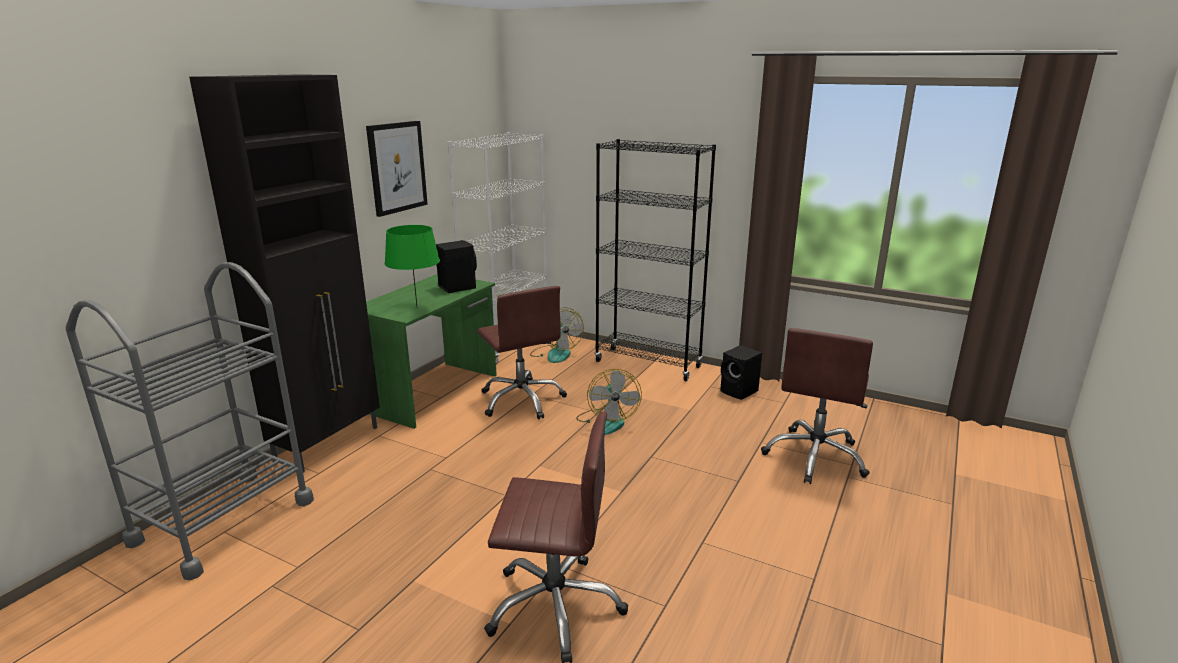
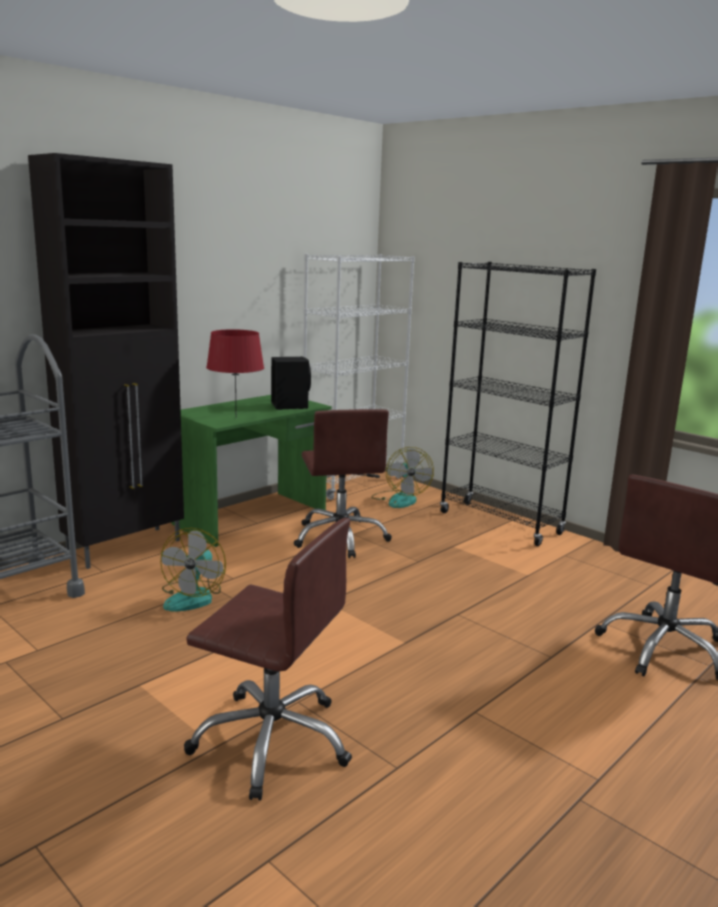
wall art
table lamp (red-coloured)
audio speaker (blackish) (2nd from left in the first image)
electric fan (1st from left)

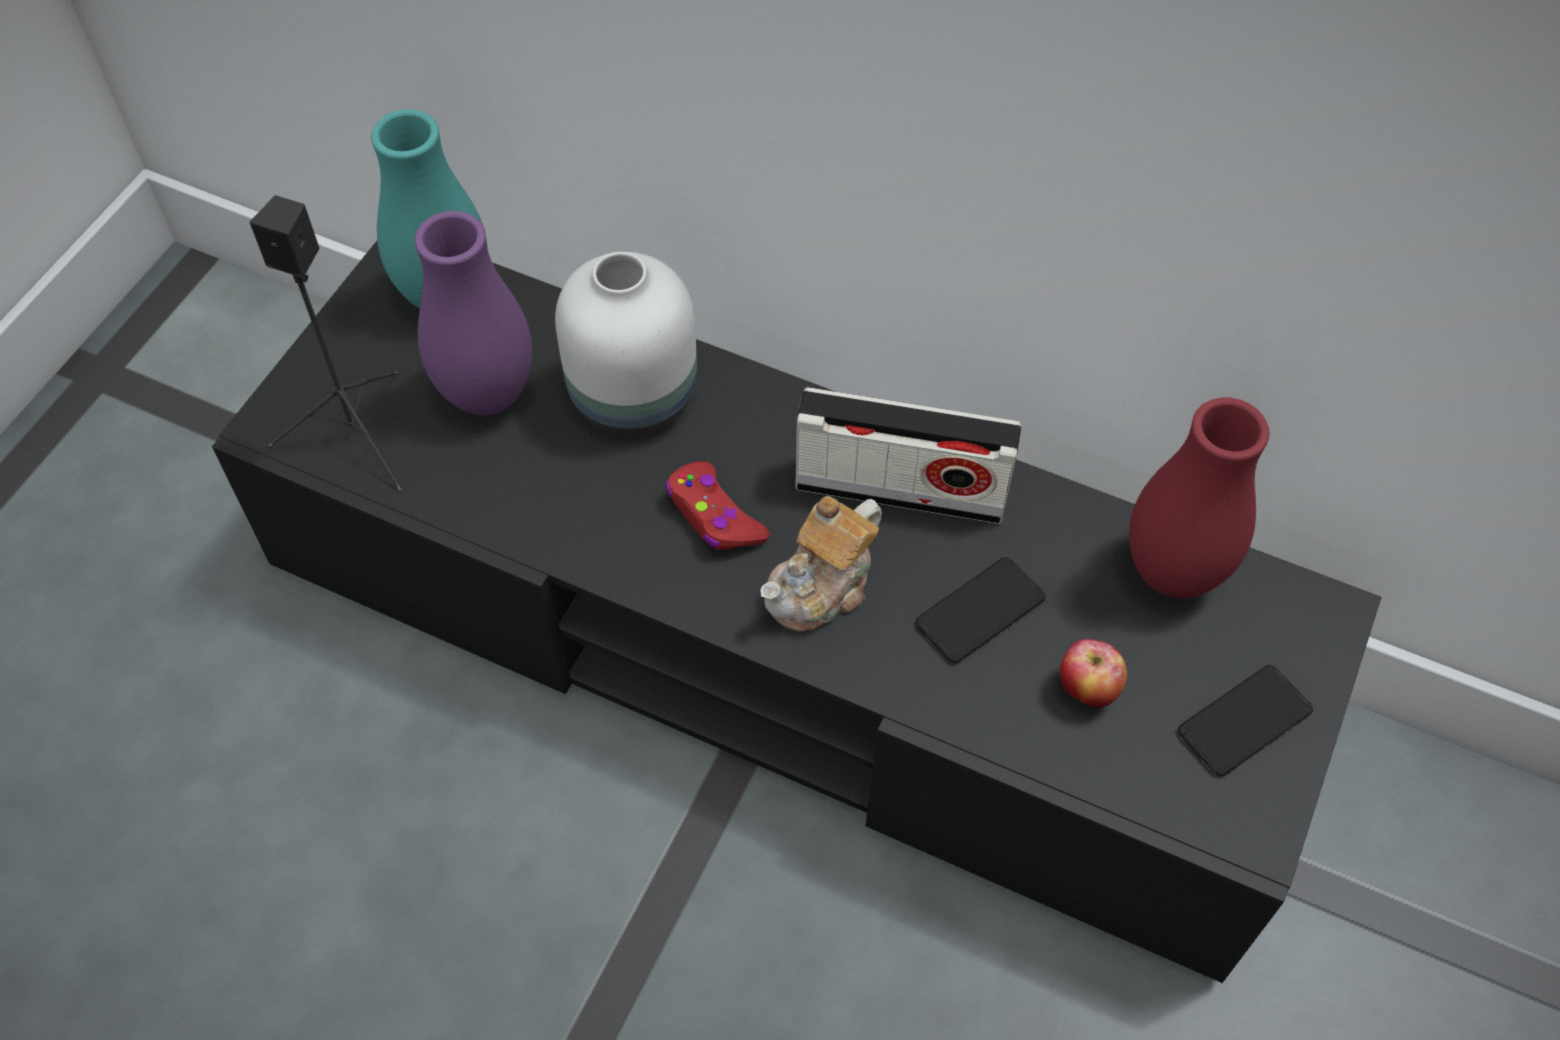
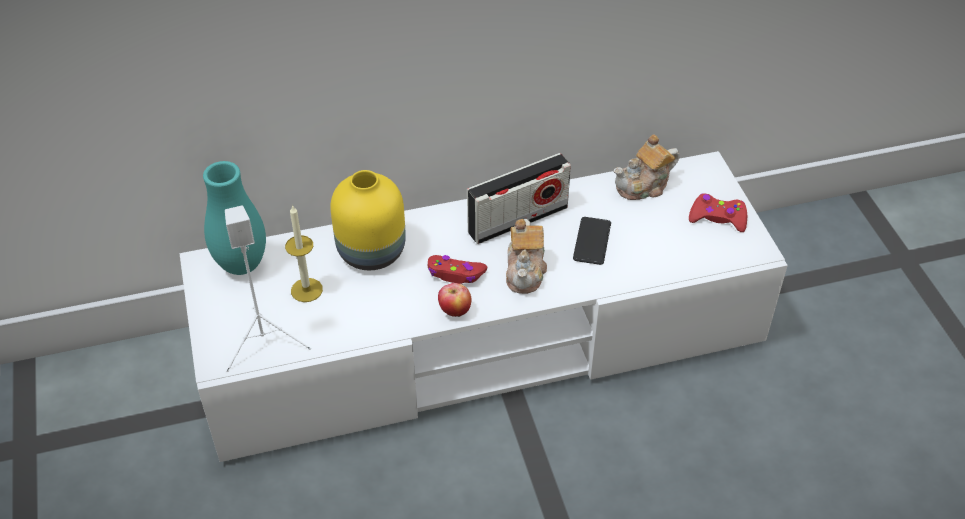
audio speaker (white-coloured)
wax light
media console (white-coloured)
vase (yellow)
teapot (2nd from left)
apple
joypad (red-coloured) (2nd from left)

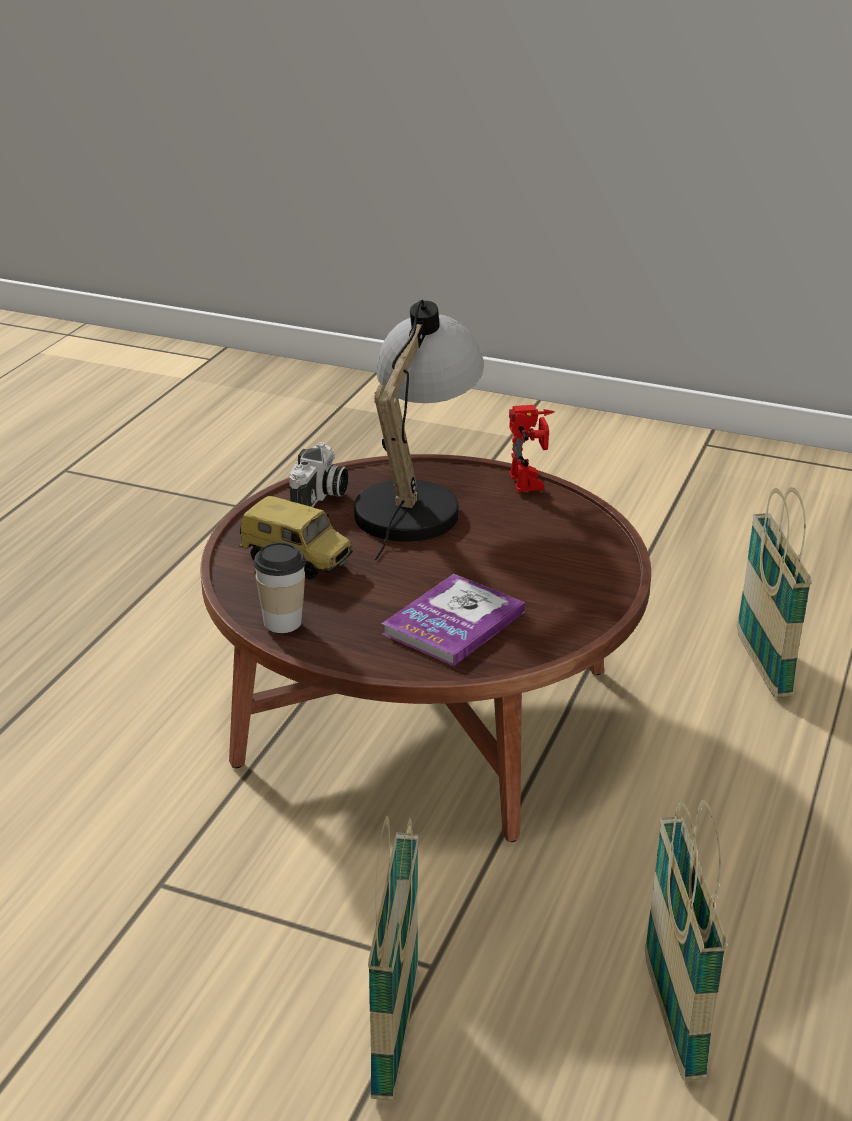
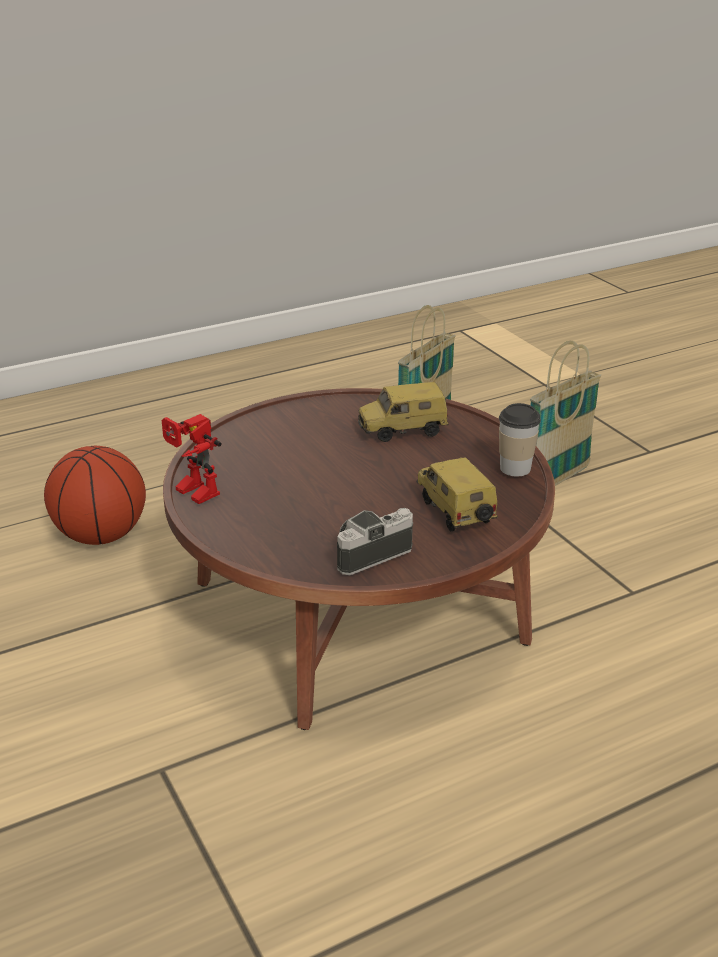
table lamp
robot figure
basketball ball
toy car (1st from left)

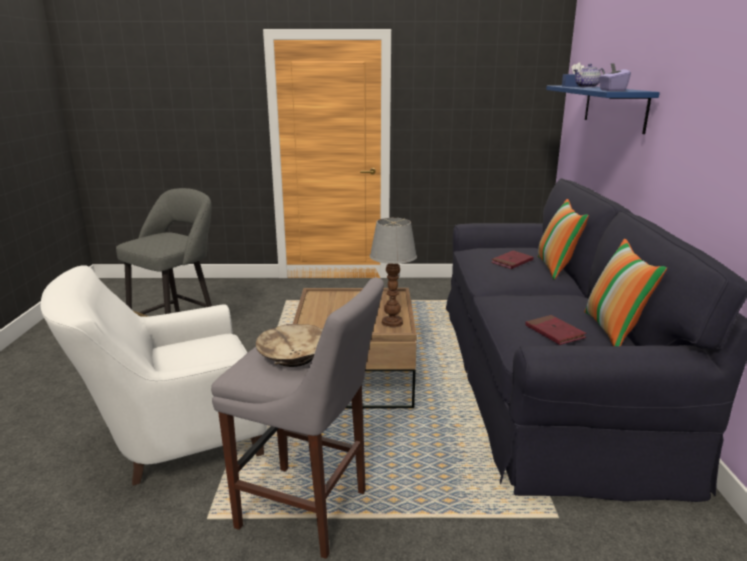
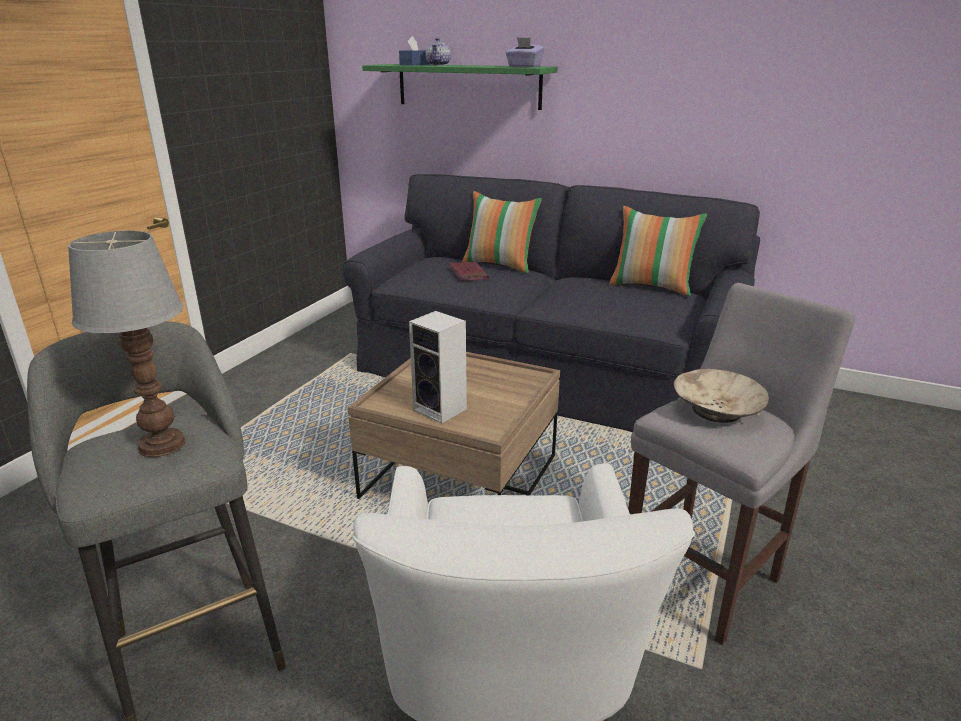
bracket shelf (greenish)
table lamp
bound book (red-coloured) (2nd from left in the first image)
audio speaker

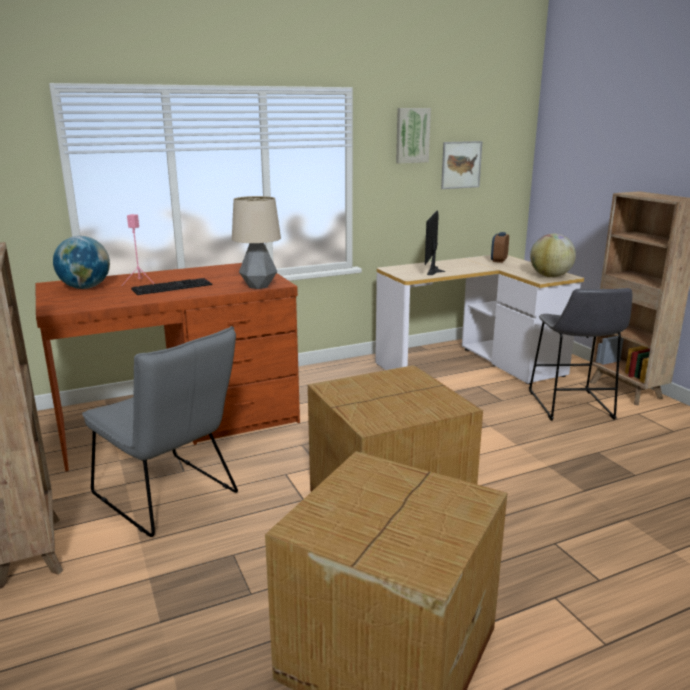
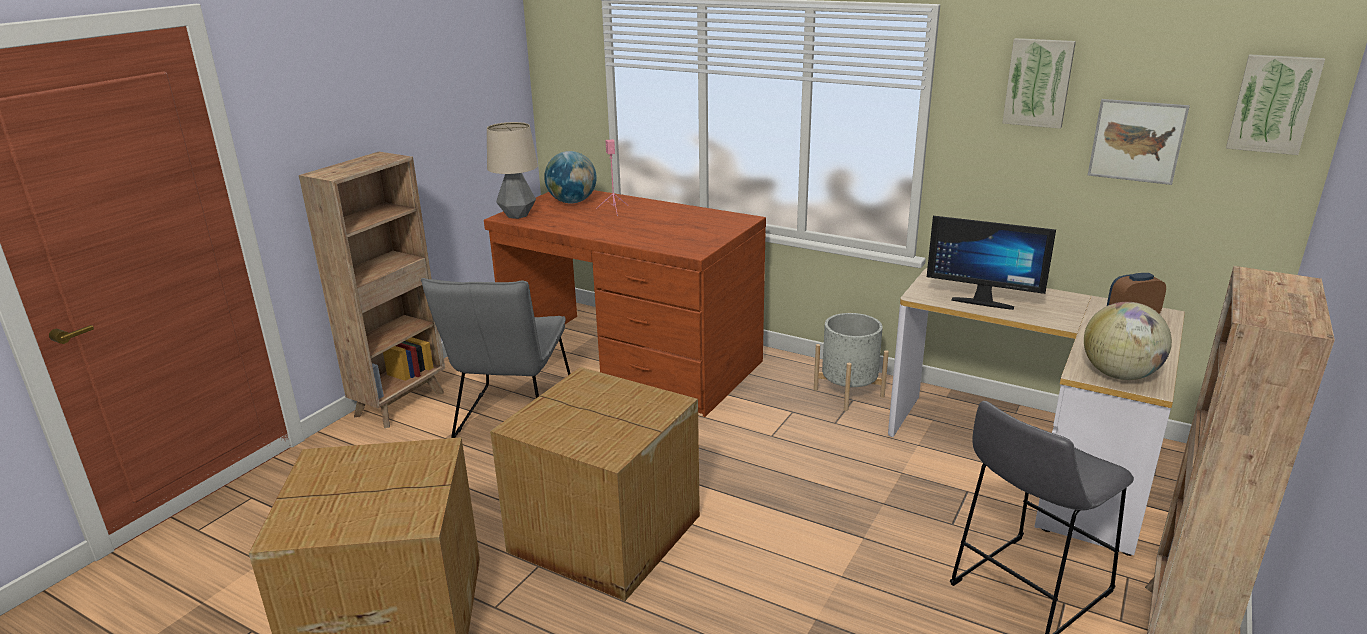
table lamp
computer screen
PC keyboard
wall art (3rd from left)
flower pot (gray)

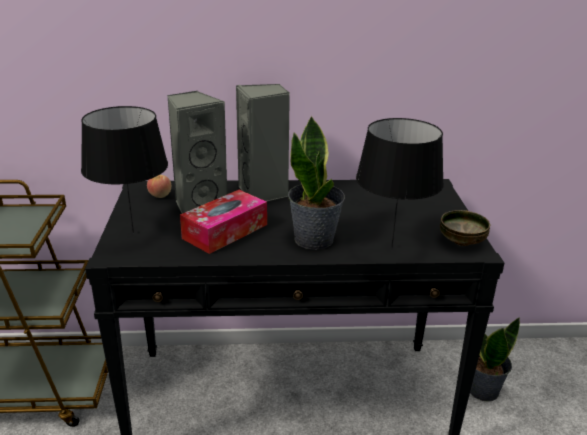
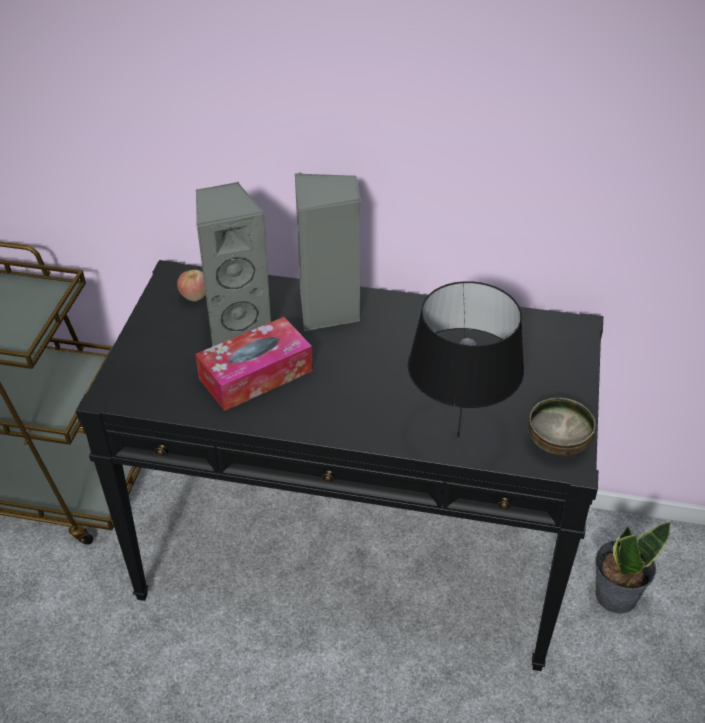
table lamp (blackish) (1st from left in the first image)
plant in a pot (1st from left in the first image)

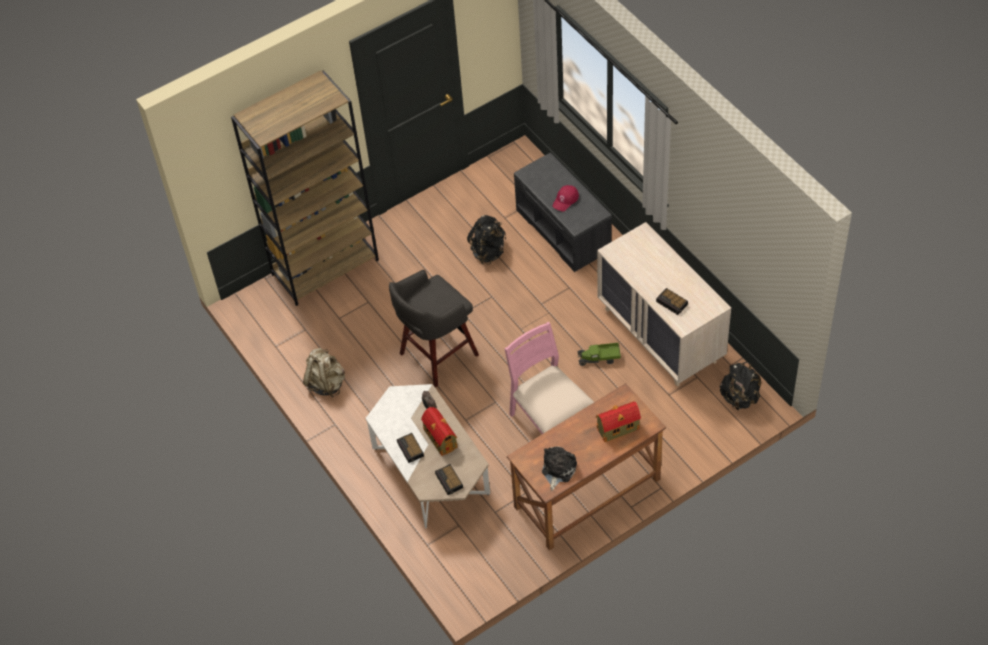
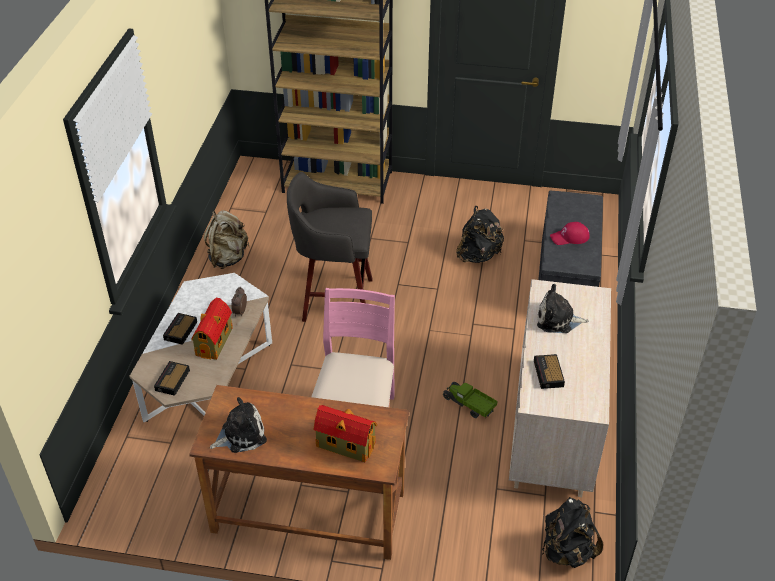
plush toy (2nd from left)

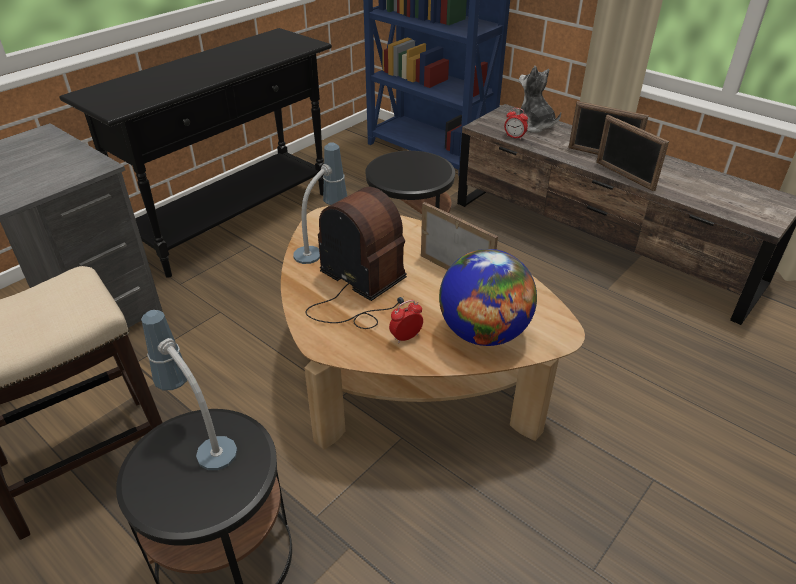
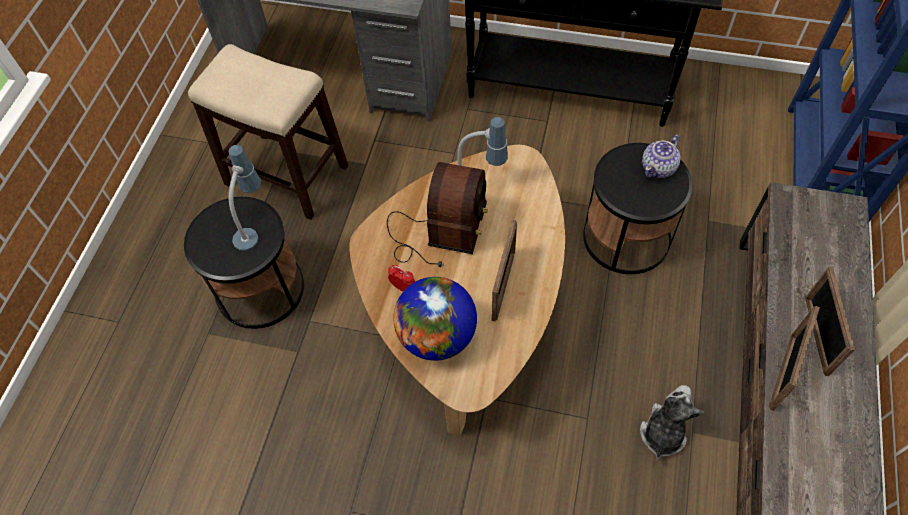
plush toy
bedside clock (2nd from left in the first image)
teapot

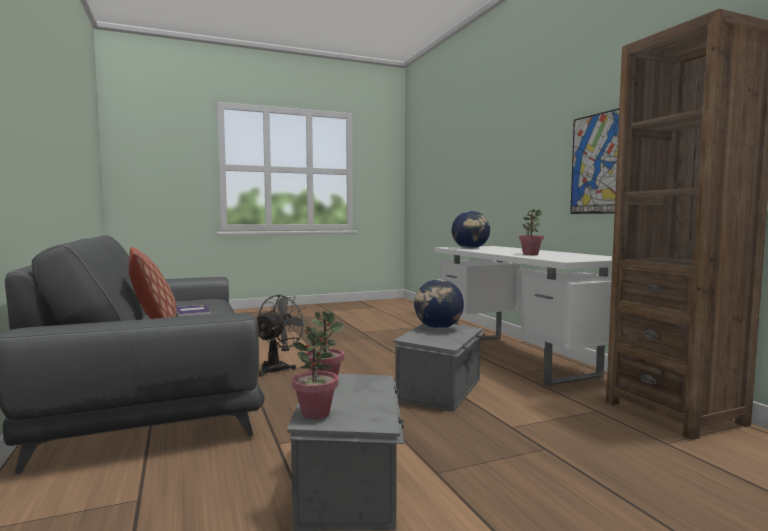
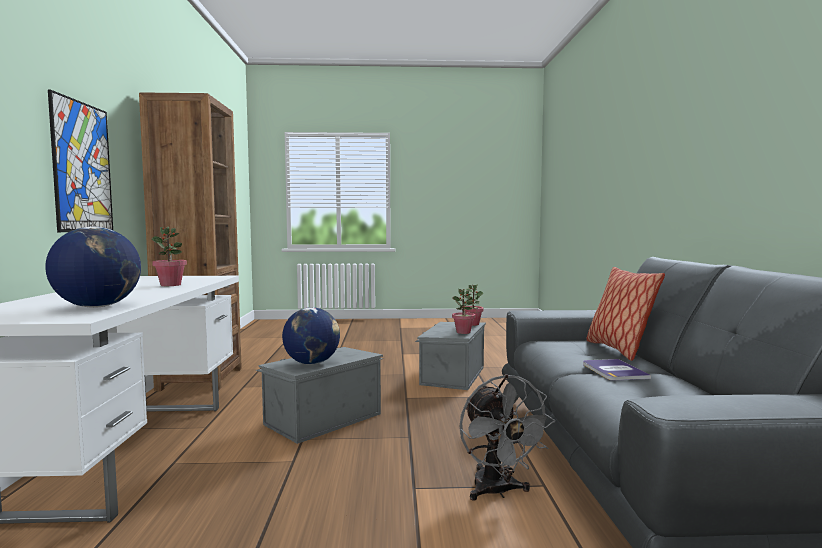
electric fan (gray)

